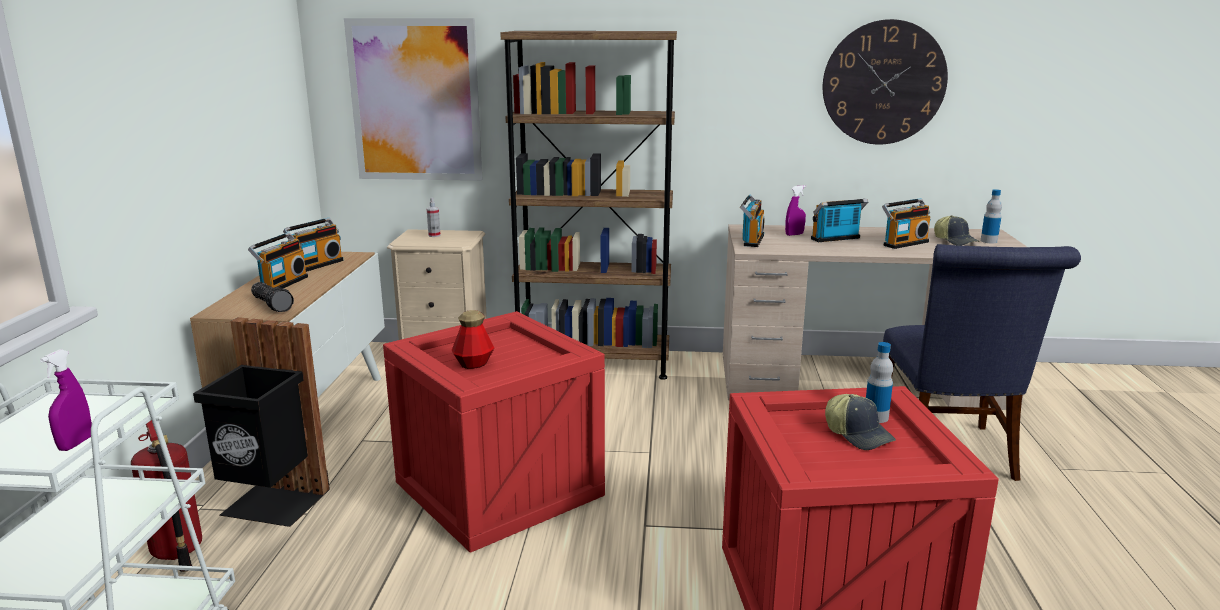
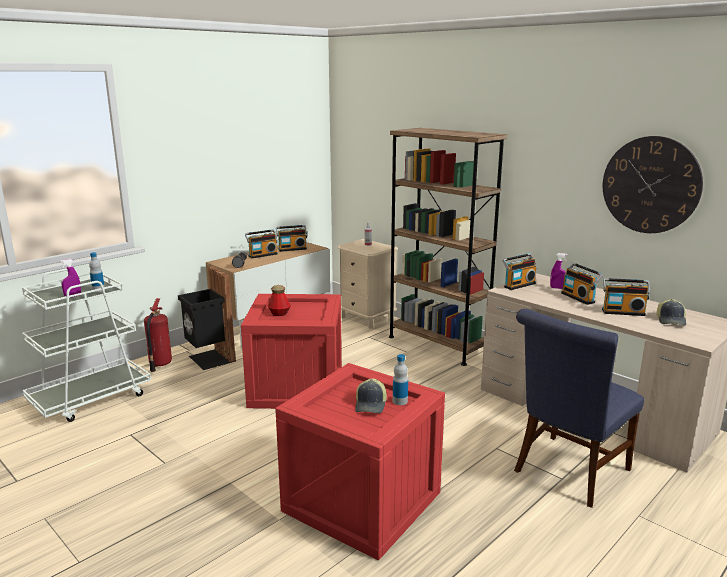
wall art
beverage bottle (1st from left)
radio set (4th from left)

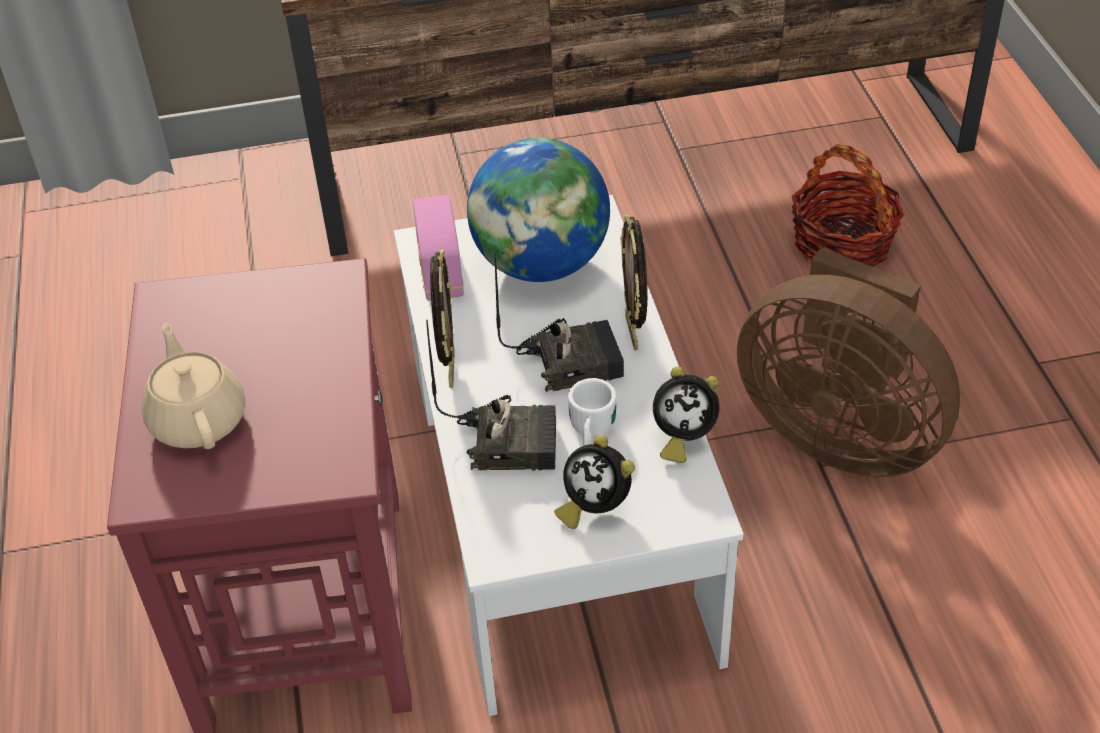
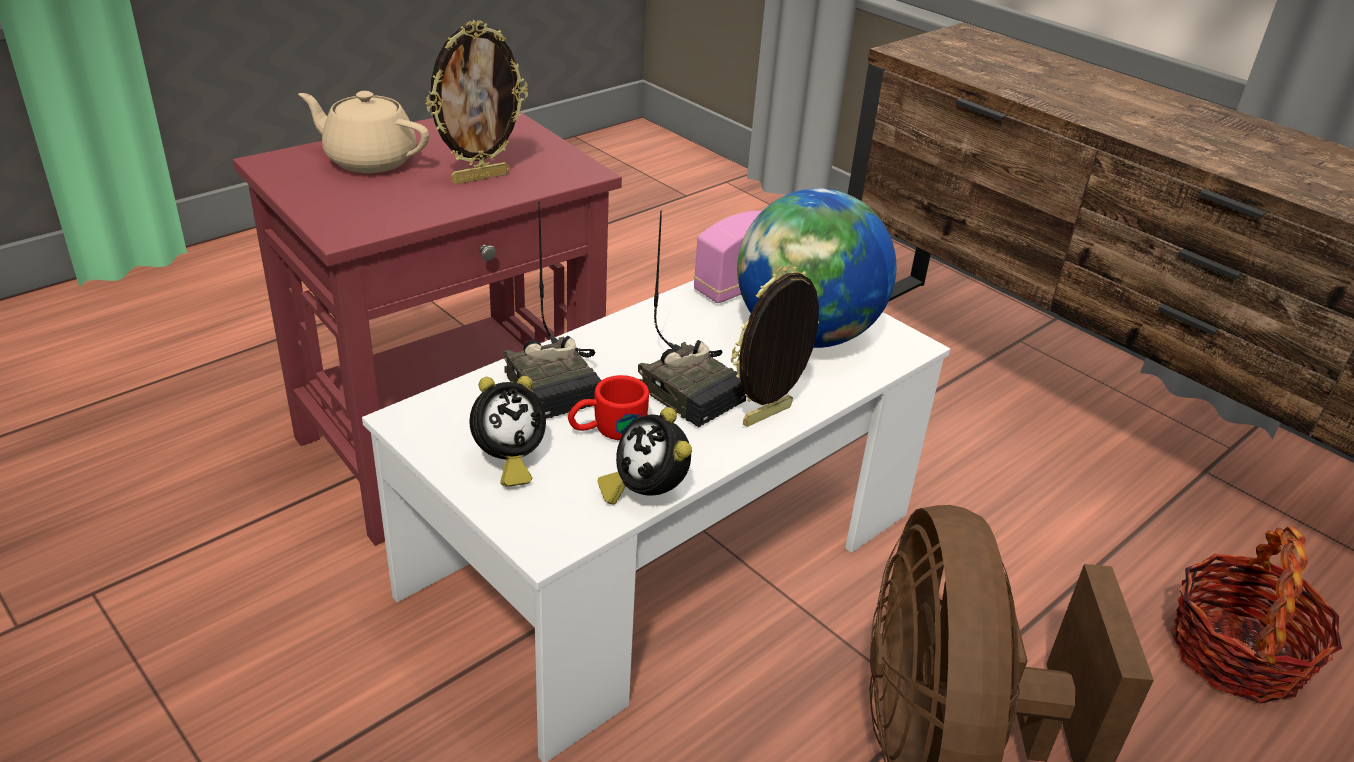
standing frame (1st from left)
teapot (beige)
tea mug (red-coloured)
bedside clock (1st from left)

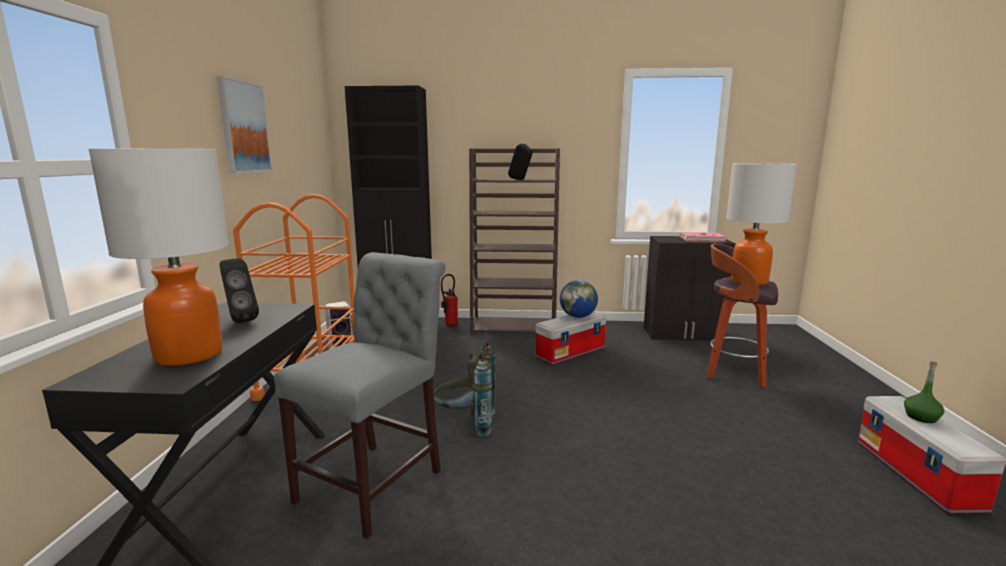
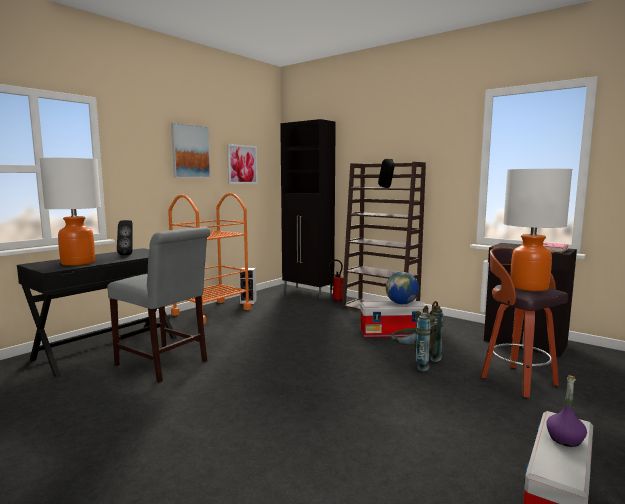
upright chair (gray)
backpack (gray)
beverage bottle (purplish)
wall art (2nd from left)

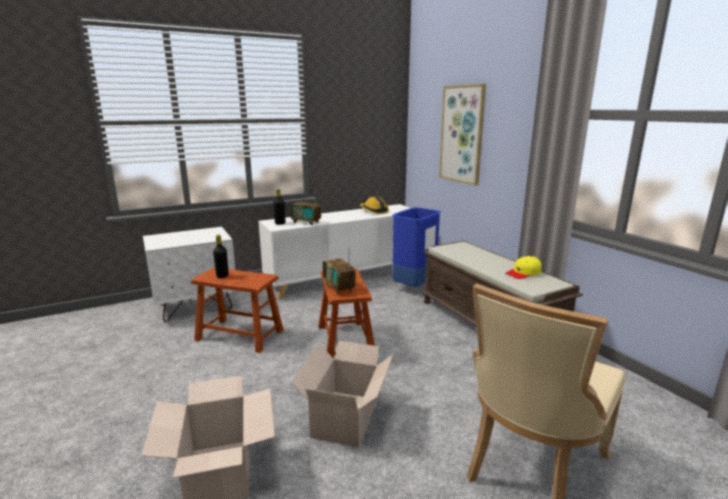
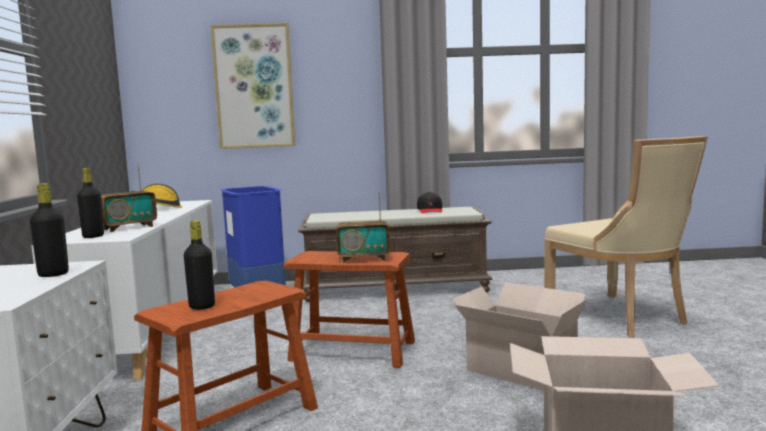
peaked cap (blackish)
beverage bottle (blackish) (1st from left)

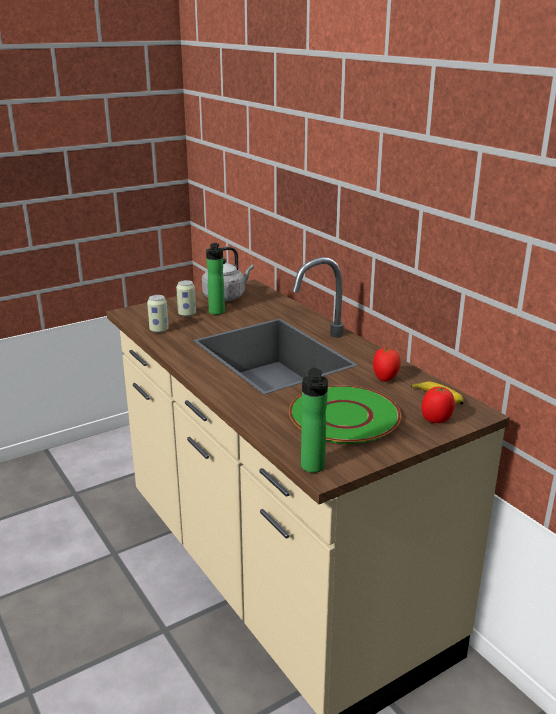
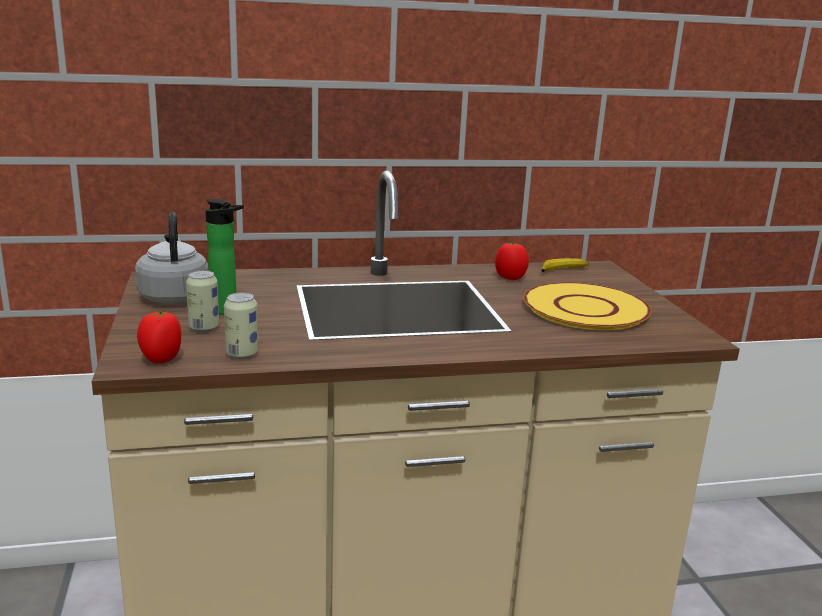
beverage bottle (2nd from left in the first image)
plate (yellow)
fresh tomato (1st from left)

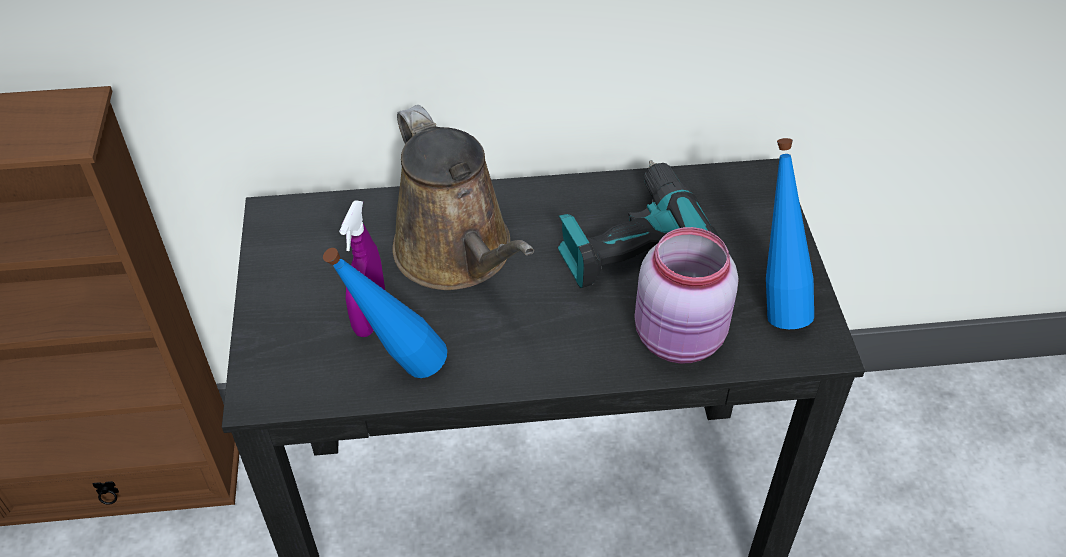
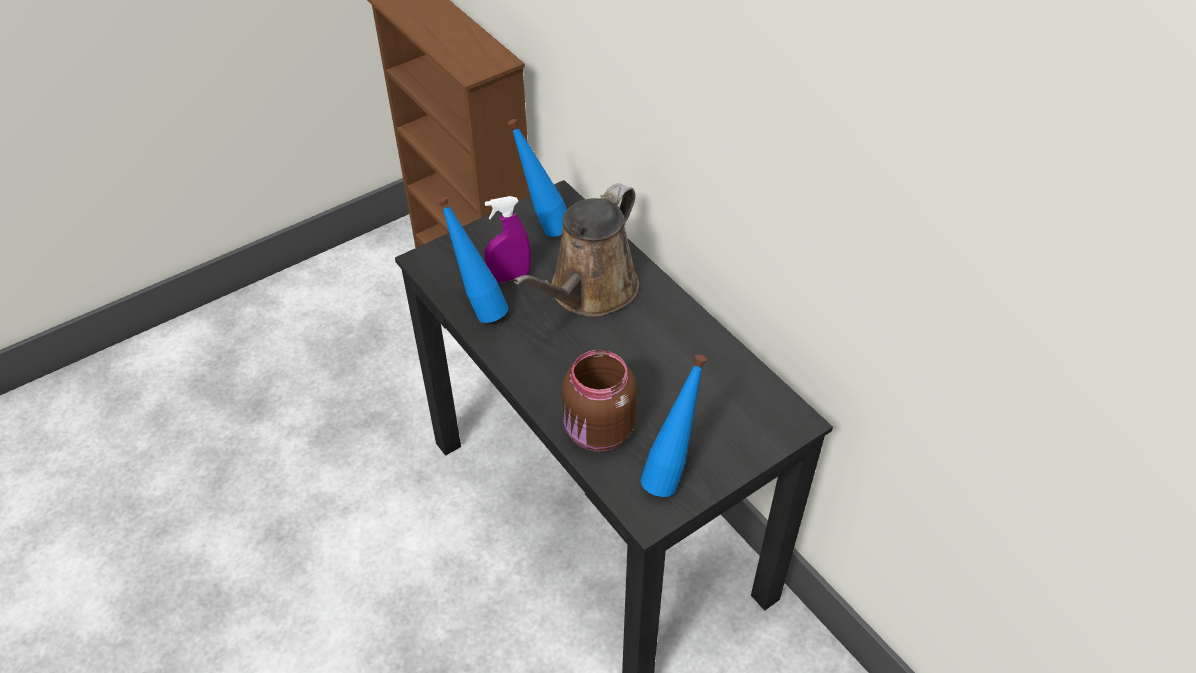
drill
preserve jar (brownish)
beverage bottle (blue-coloured) (2nd from left)

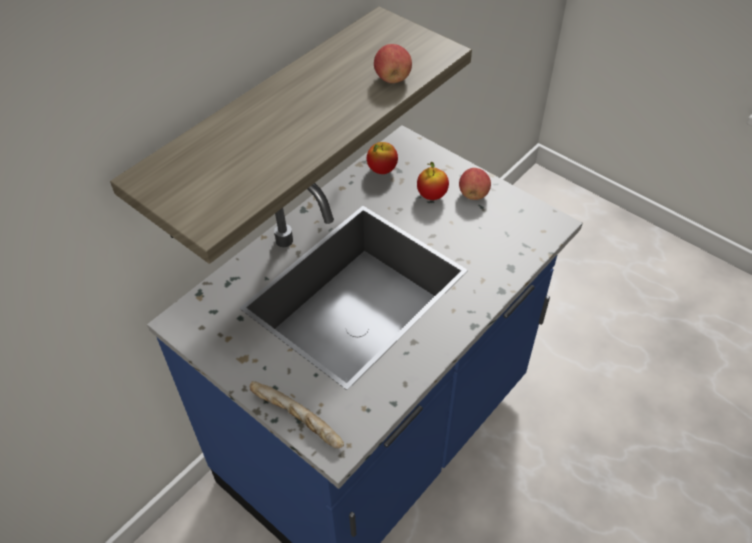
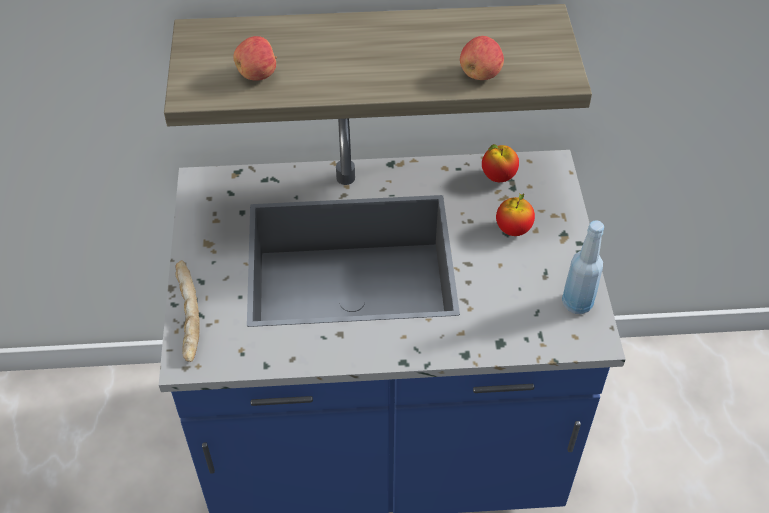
apple (1st from left)
beverage bottle (blue-coloured)

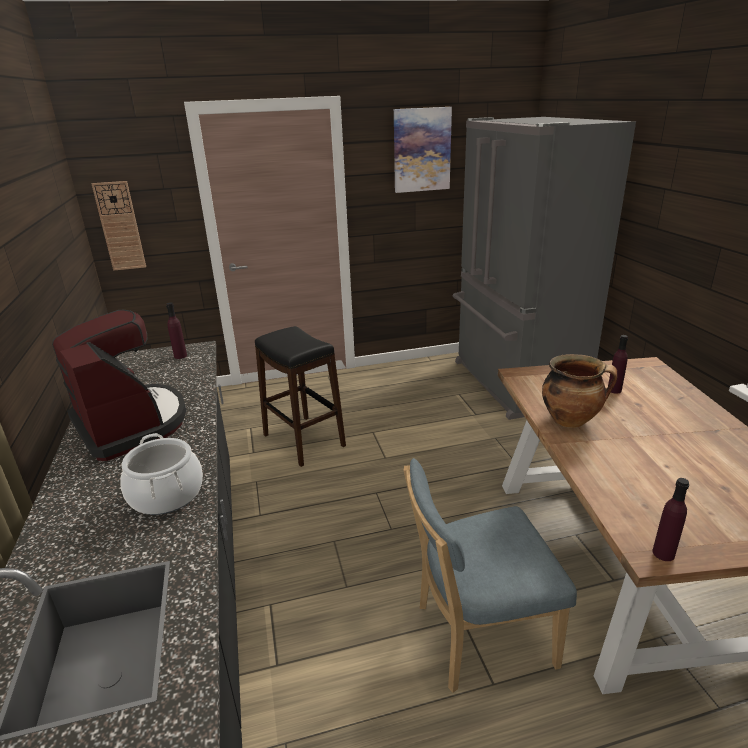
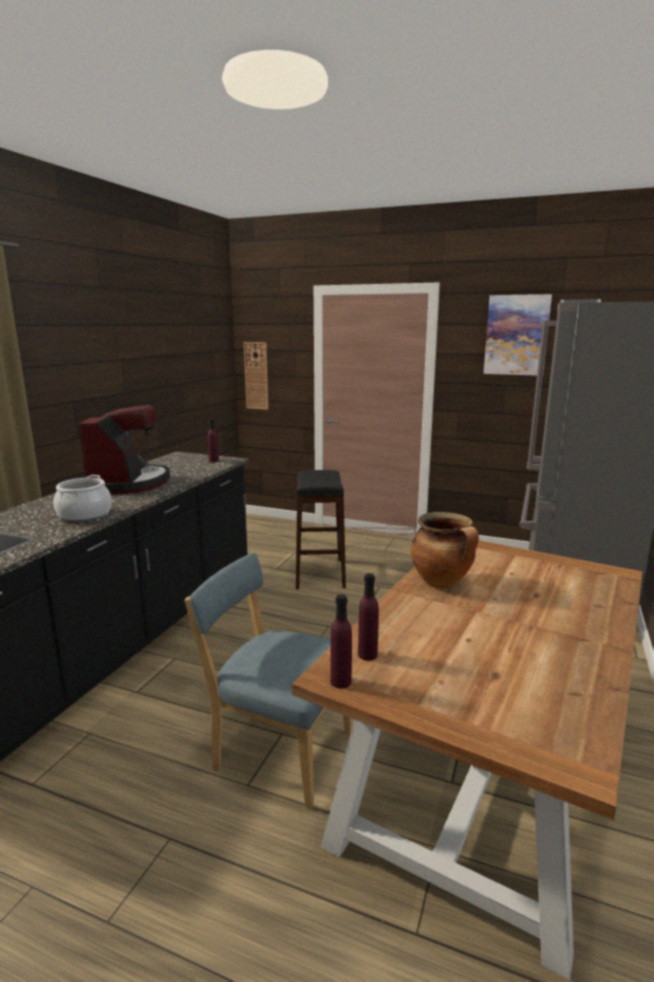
beverage bottle (purplish) (3rd from left)

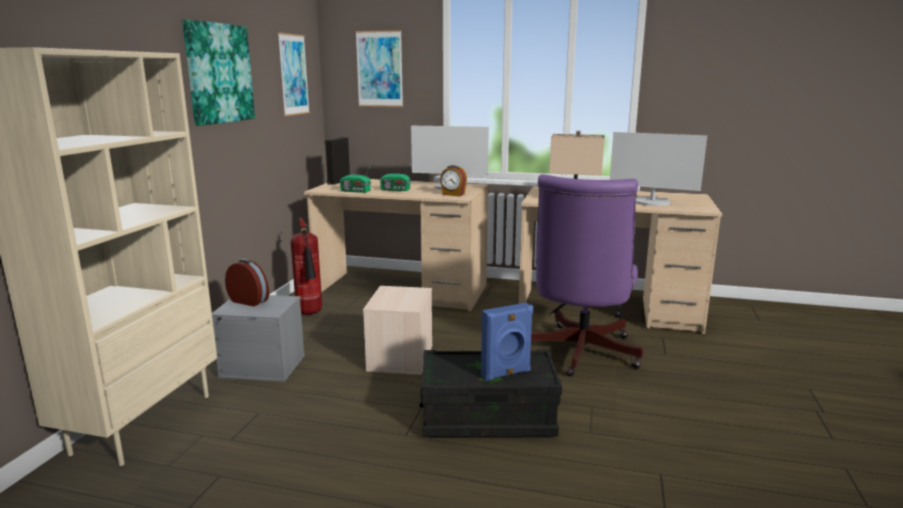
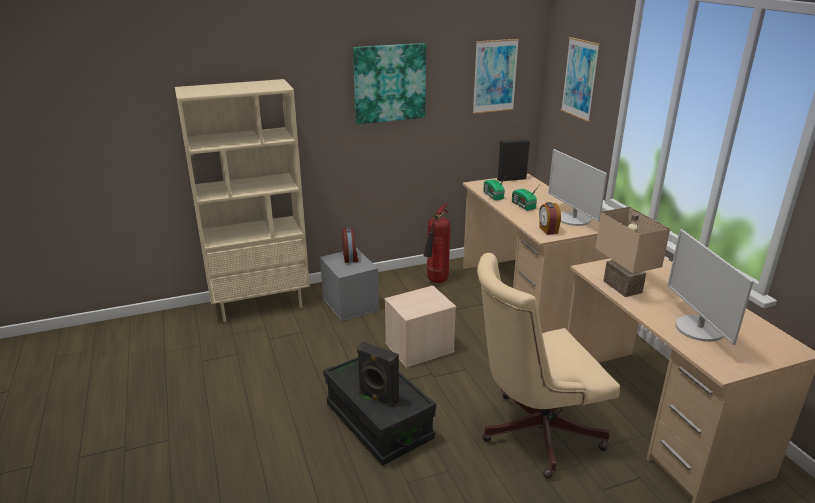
office chair (beige)
audio speaker (blackish) (1st from left)

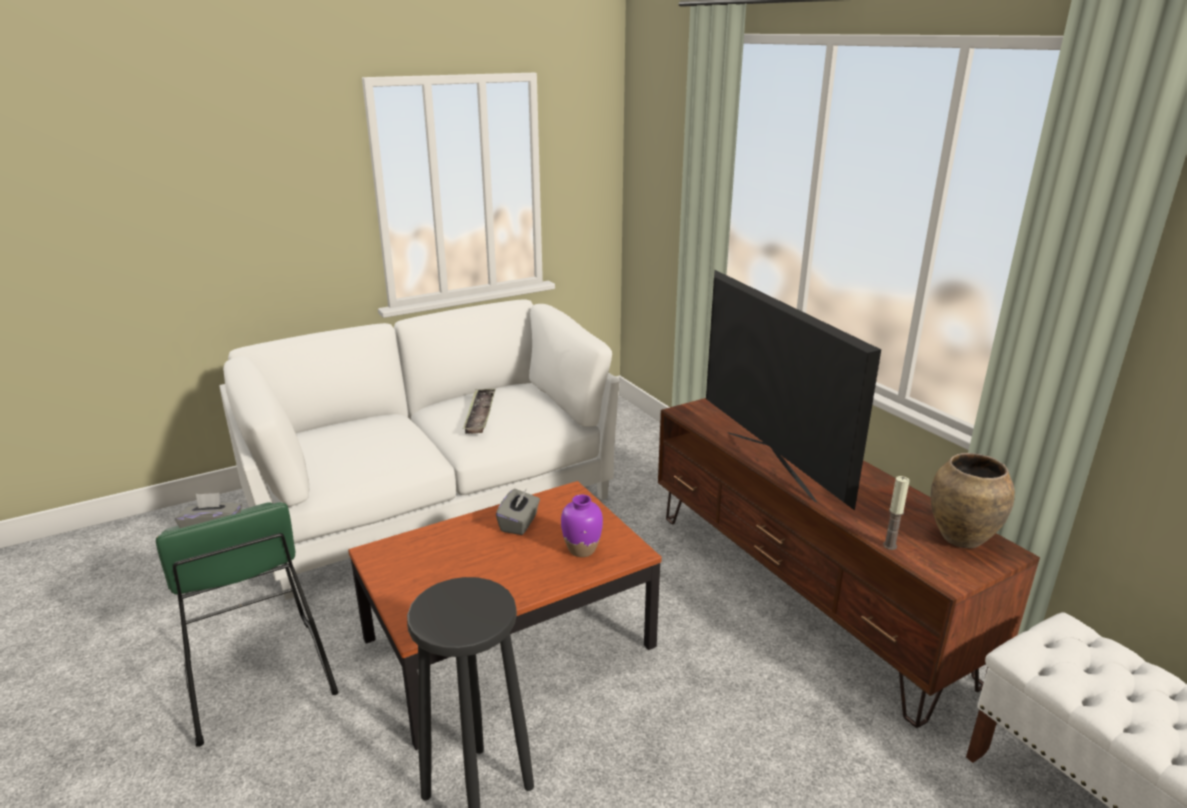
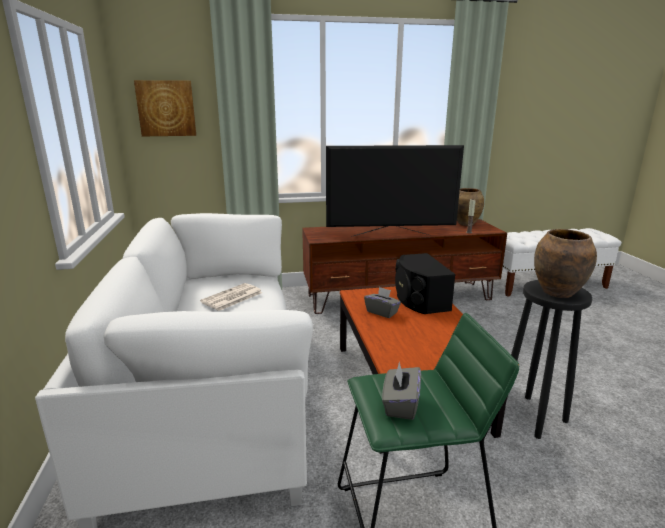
daily paper
audio speaker (blackish)
wall art
vase (brownish) (2nd from left)

